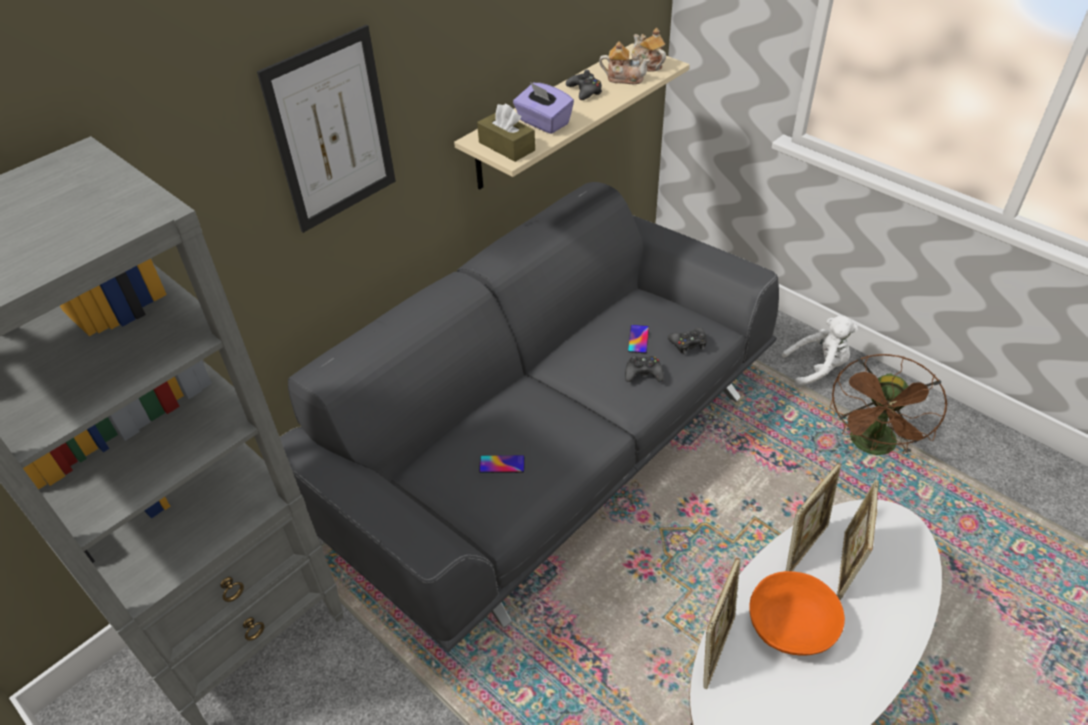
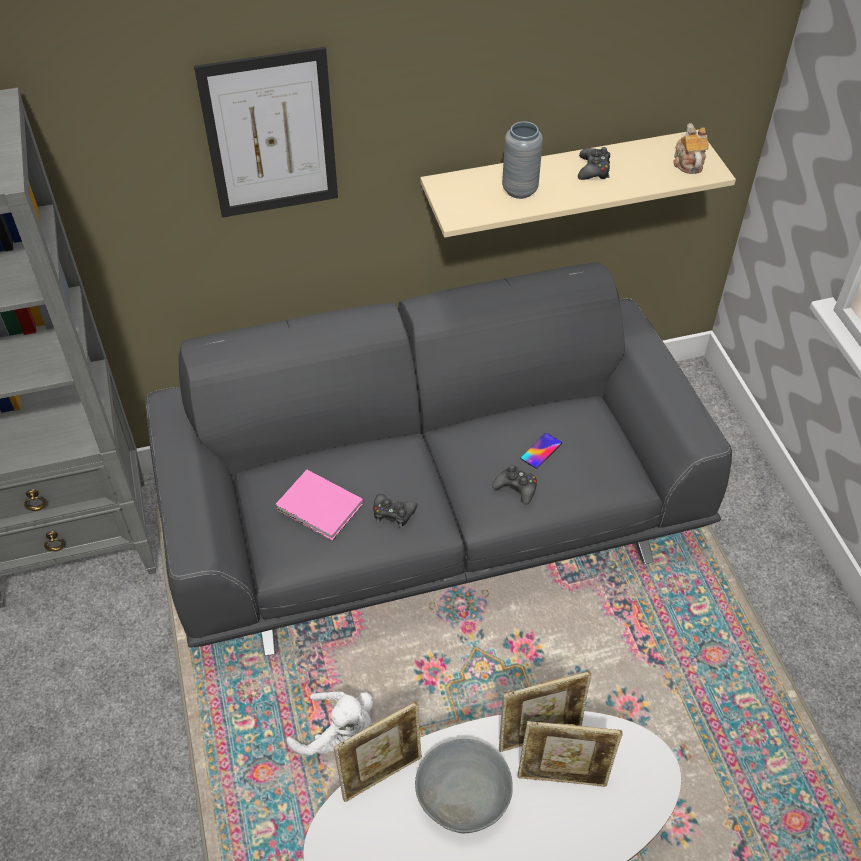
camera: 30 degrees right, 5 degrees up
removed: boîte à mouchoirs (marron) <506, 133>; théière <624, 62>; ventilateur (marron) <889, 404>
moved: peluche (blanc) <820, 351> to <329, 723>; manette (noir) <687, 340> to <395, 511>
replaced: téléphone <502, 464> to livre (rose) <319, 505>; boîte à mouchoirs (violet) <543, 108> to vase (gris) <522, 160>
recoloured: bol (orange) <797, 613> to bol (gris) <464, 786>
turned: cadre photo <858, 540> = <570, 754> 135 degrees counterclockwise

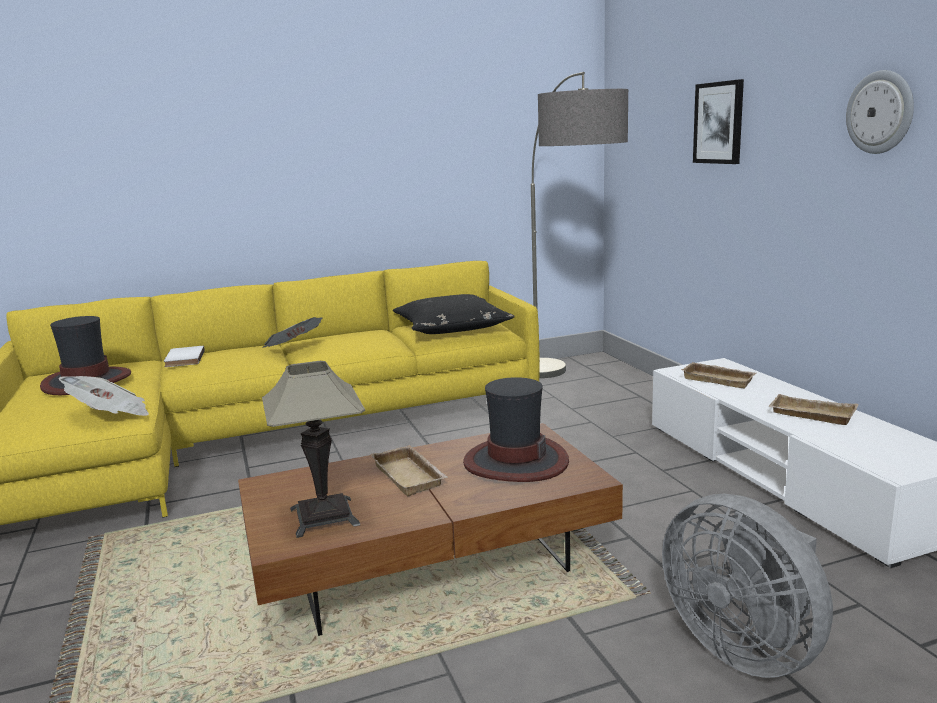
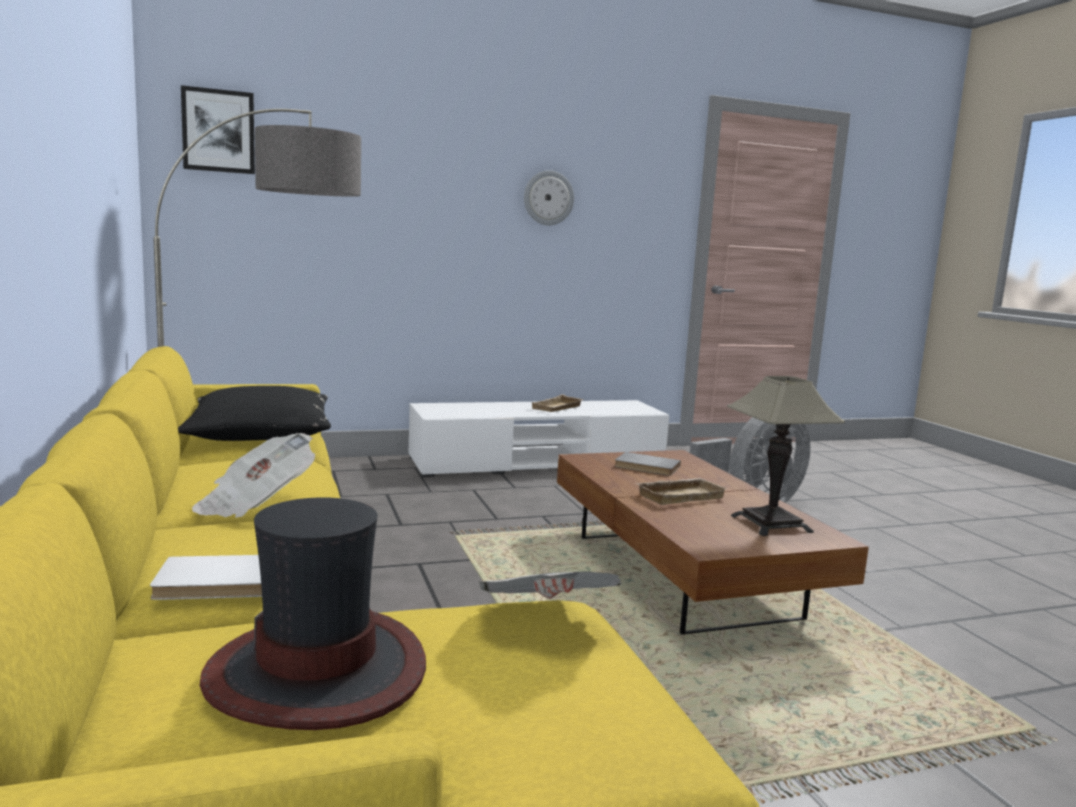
camera: 90 degrees left, 5 degrees down
removed: plateau (beige) <718, 375>
moved: tableau <718, 121> to <218, 129>
replaced: chapeau <516, 429> to livre (gris) <648, 464>

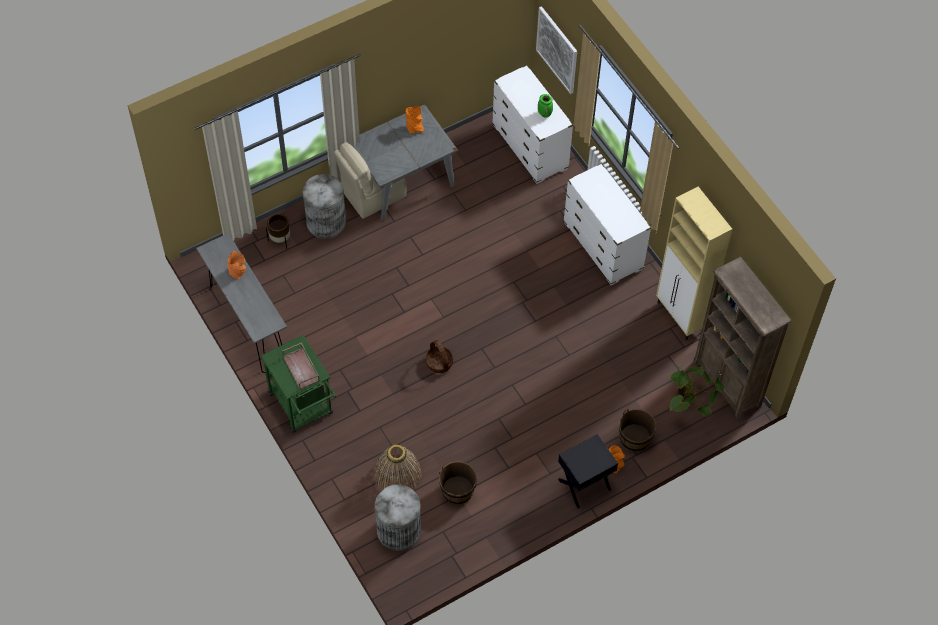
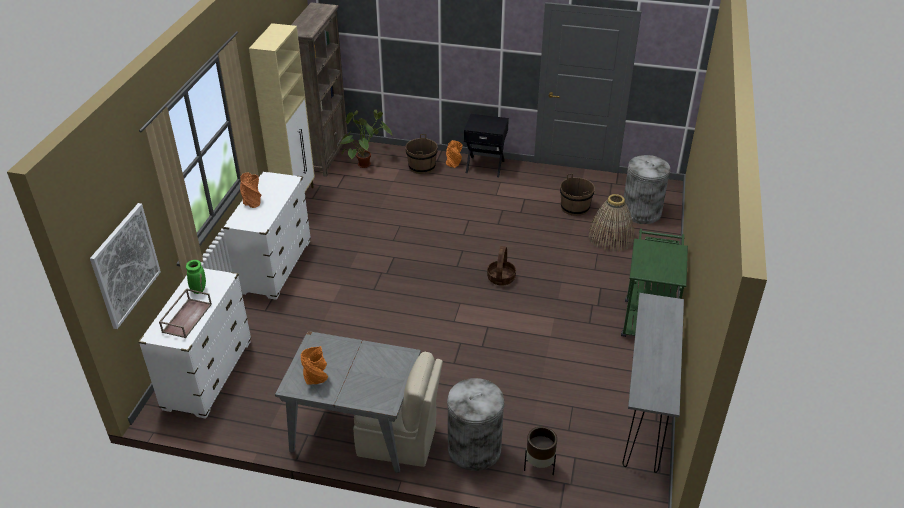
camera: 135 degrees left, 20 degrees down
moved: plateau (marron) <300, 365> to <185, 313>; vase (orange) <236, 265> to <250, 190>

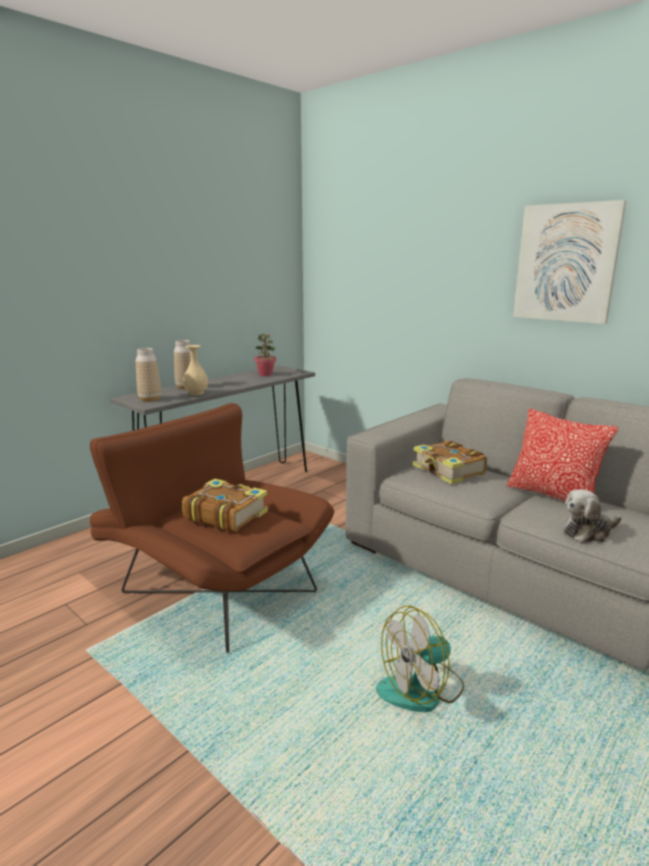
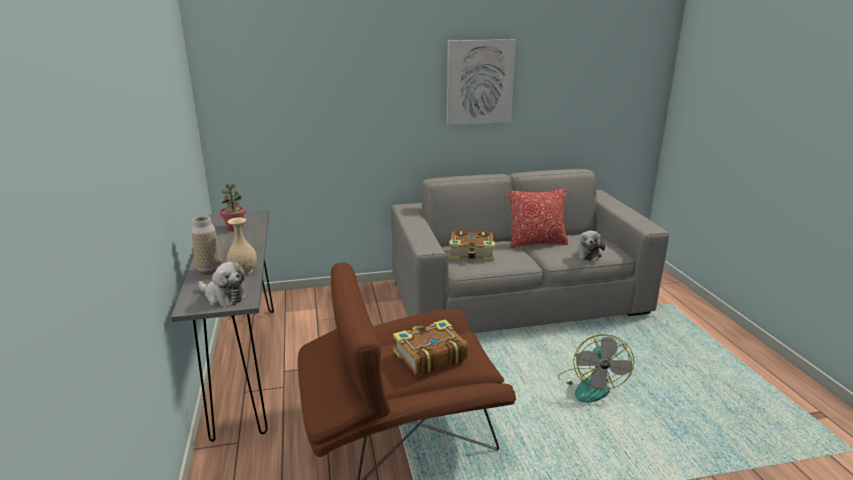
camera: 55 degrees left, 5 degrees up
replaced: vase <148, 375> to peluche <222, 284>

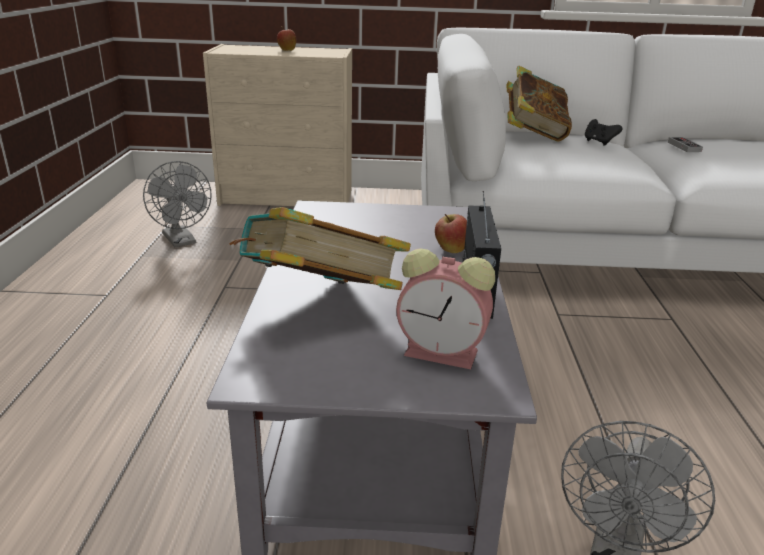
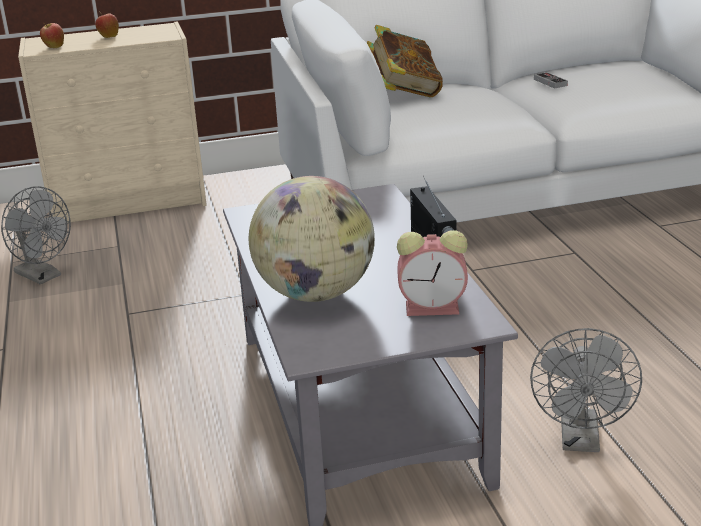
camera: 15 degrees left, 0 degrees up
removed: manette (noir) <604, 132>
moved: pomme <451, 233> to <52, 35>
replaced: livre <320, 248> to globe <312, 239>

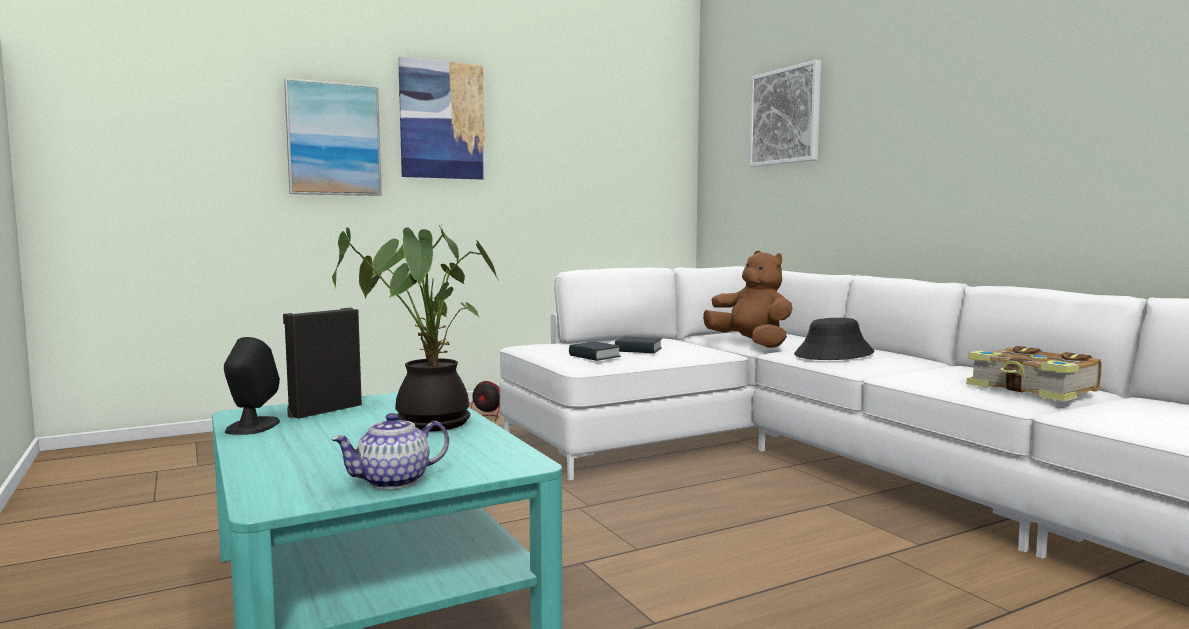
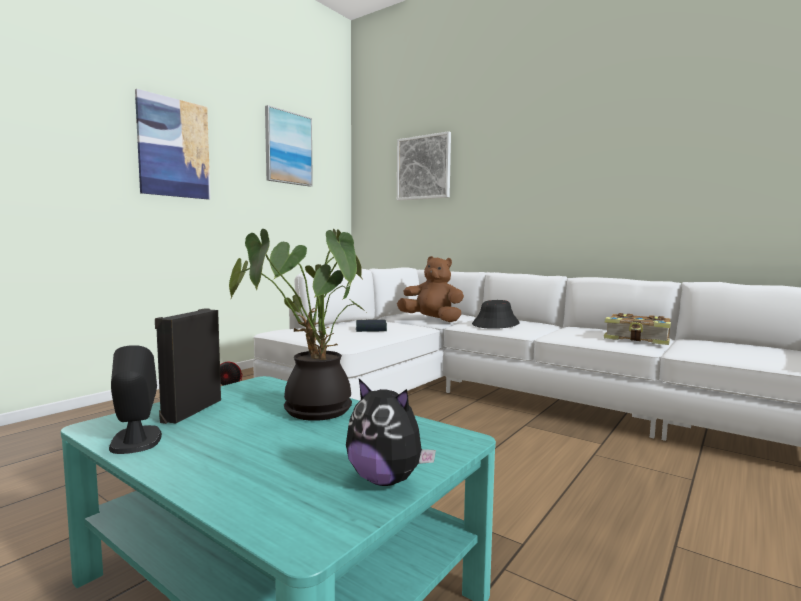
camera: 25 degrees left, 0 degrees up
removed: livre <595, 351>
moved: tableau <333, 137> to <289, 146>
replaced: théière <390, 451> to peluche <391, 432>

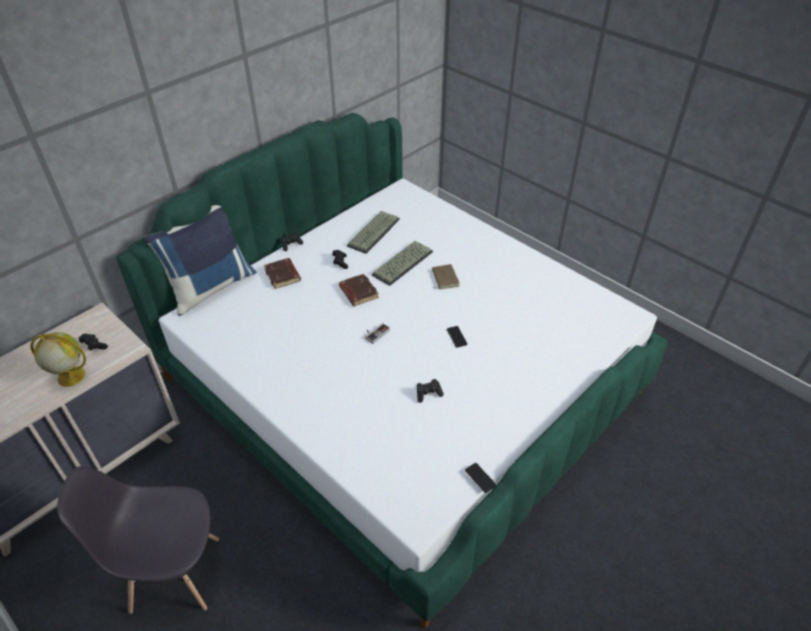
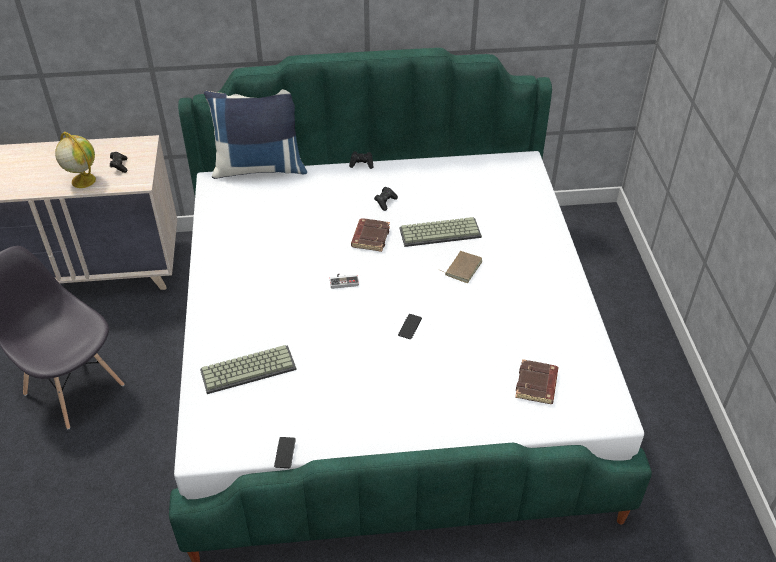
camera: 40 degrees right, 0 degrees up
removed: manette (noir) <430, 391>
moved: clavier <373, 232> to <248, 369>; livre (marron) <282, 273> to <537, 381>

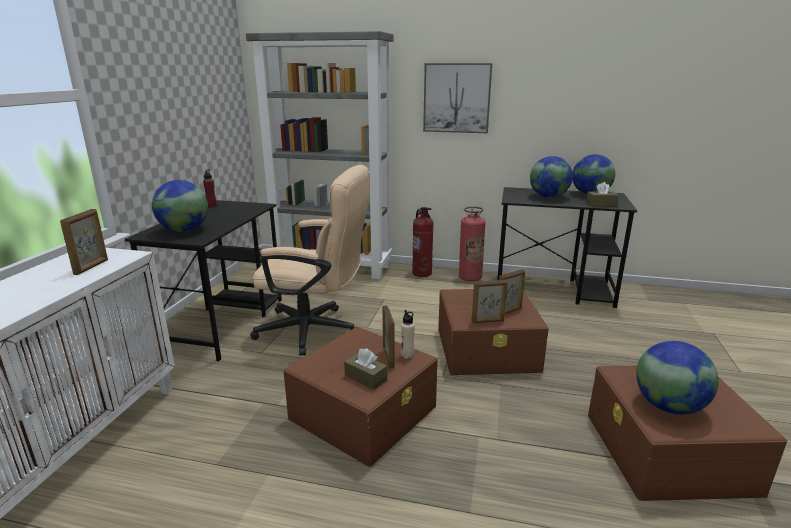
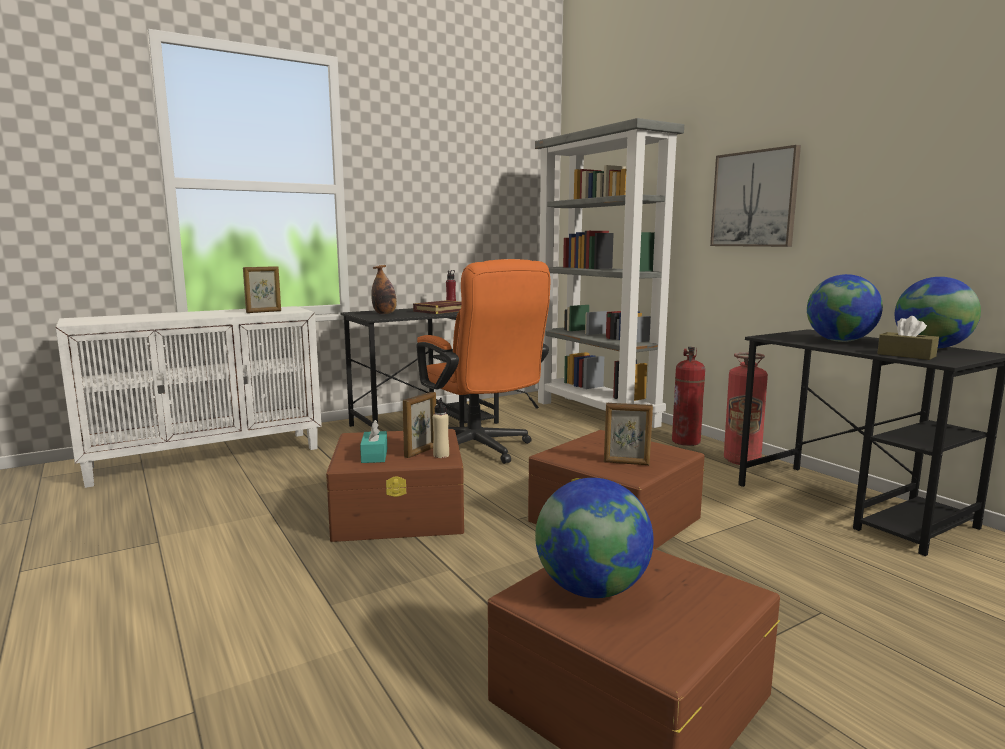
camera: 45 degrees right, 10 degrees down
removed: cadre photo <489, 301>
added: livre <437, 307>
replaced: globe <180, 206> to bouteille <384, 289>
recoloured: boîte à mouchoirs (marron) <365, 369> to boîte à mouchoirs (turquoise) <373, 441>; chaise de bureau (beige) <310, 260> to chaise de bureau (orange) <483, 361>

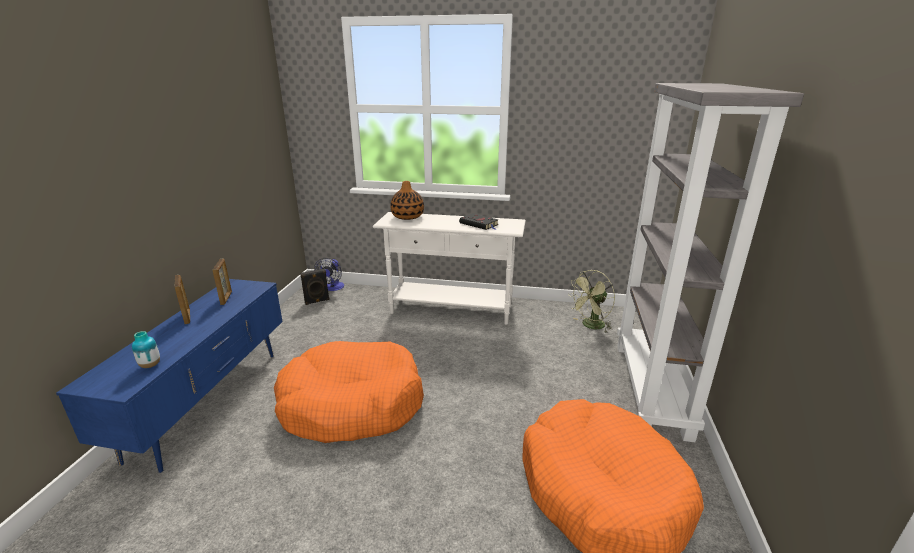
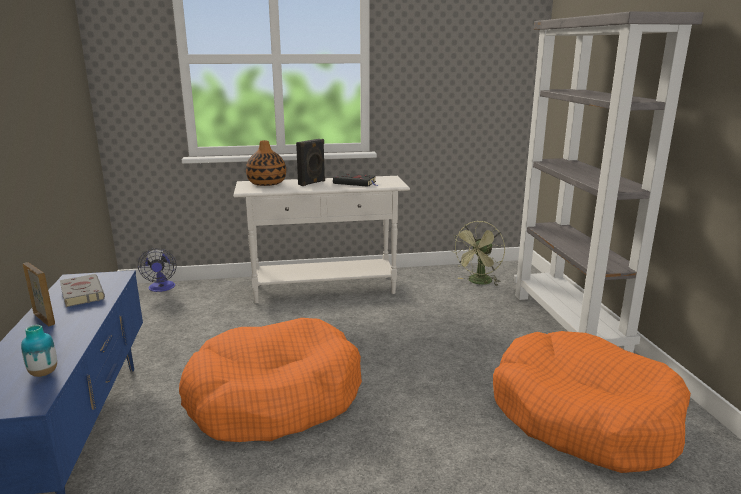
camera: 20 degrees left, 5 degrees down
moved: enceinte (noir) <315, 287> to <310, 162>
replaced: cadre photo <222, 282> to livre (gris) <82, 290>

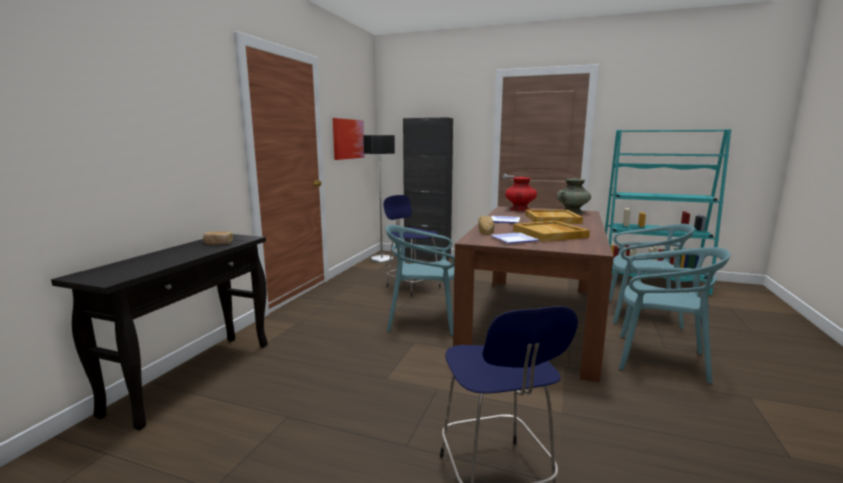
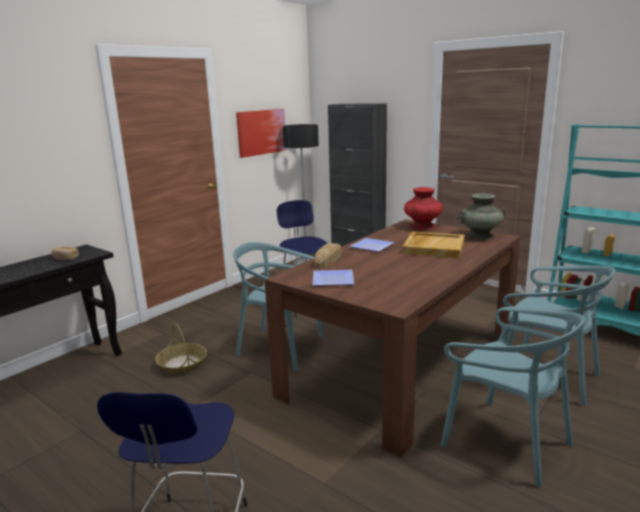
camera: 20 degrees right, 5 degrees up
removed: plateau (beige) <551, 231>
added: panier <181, 349>

